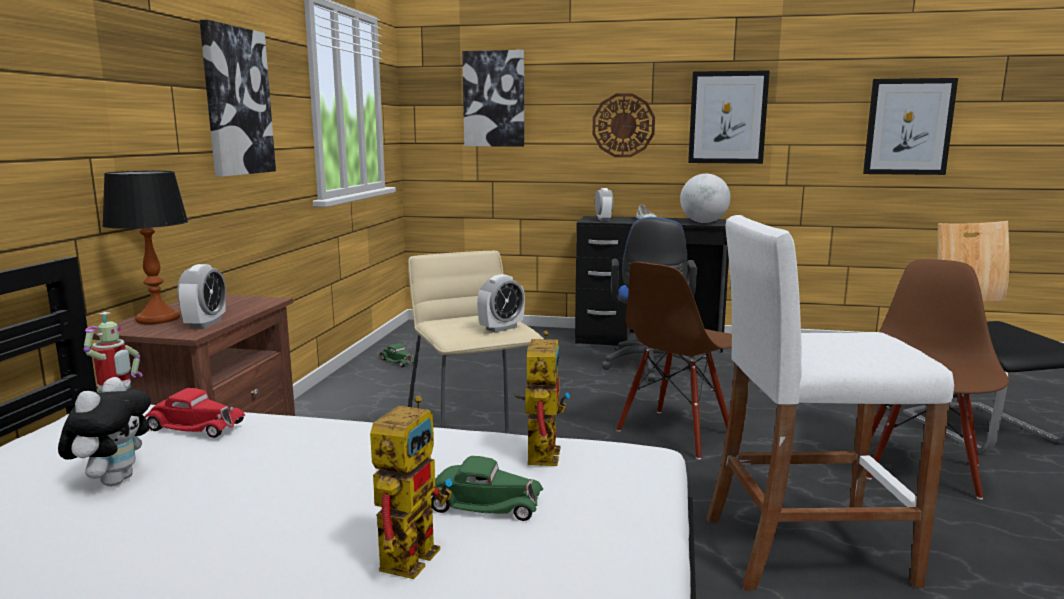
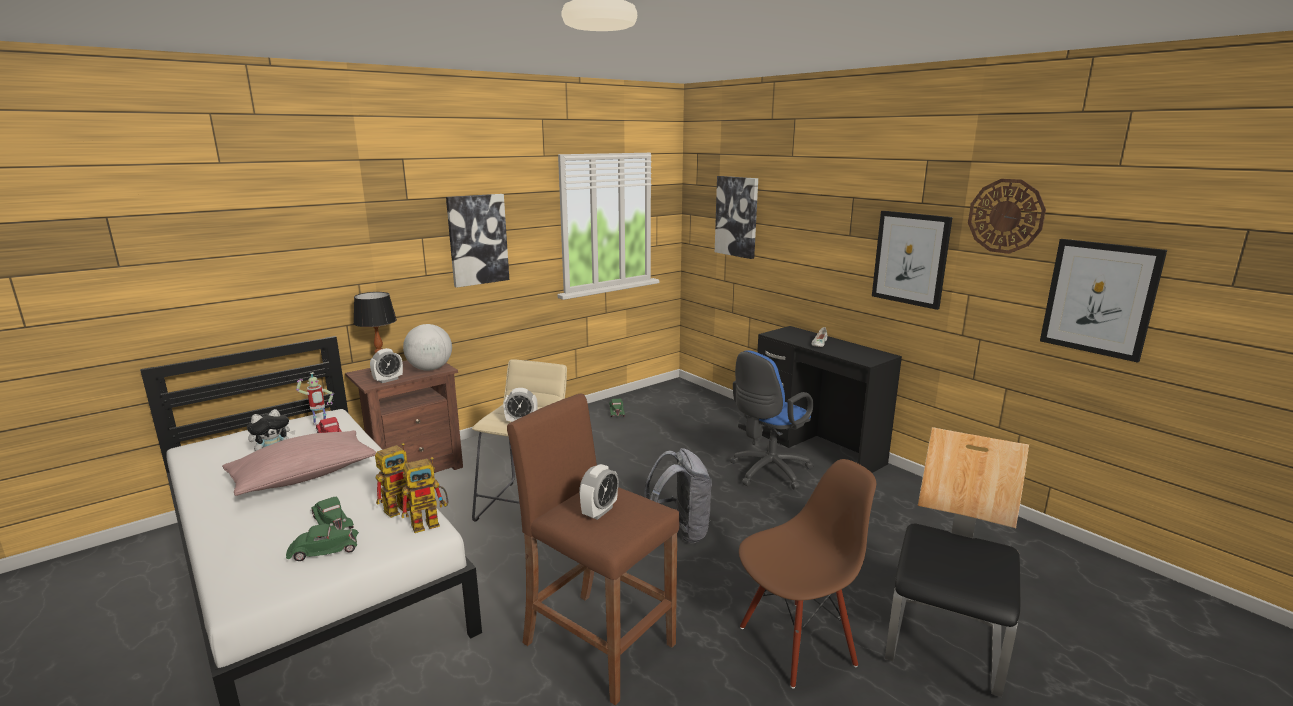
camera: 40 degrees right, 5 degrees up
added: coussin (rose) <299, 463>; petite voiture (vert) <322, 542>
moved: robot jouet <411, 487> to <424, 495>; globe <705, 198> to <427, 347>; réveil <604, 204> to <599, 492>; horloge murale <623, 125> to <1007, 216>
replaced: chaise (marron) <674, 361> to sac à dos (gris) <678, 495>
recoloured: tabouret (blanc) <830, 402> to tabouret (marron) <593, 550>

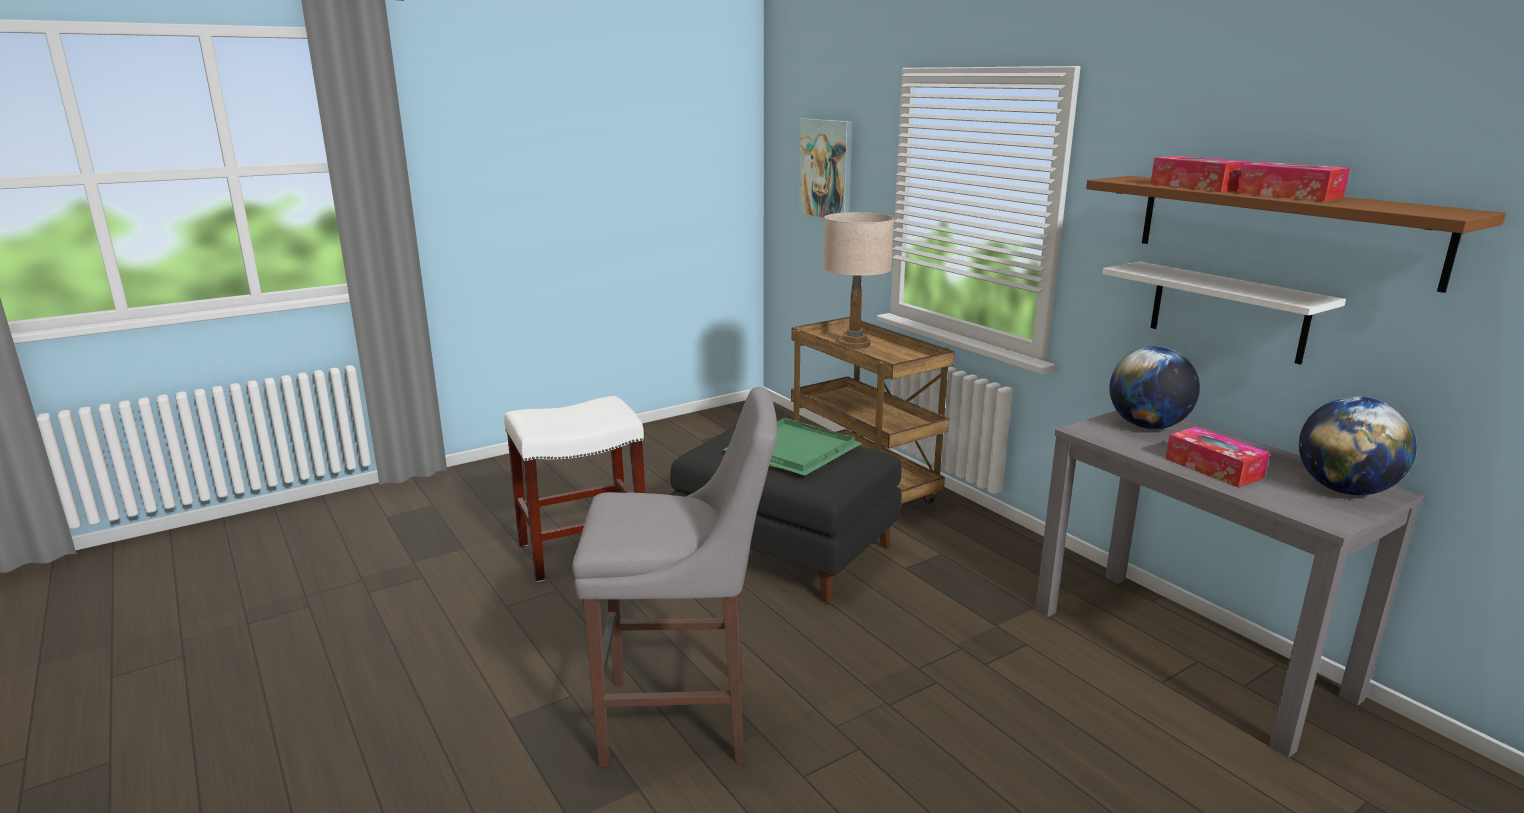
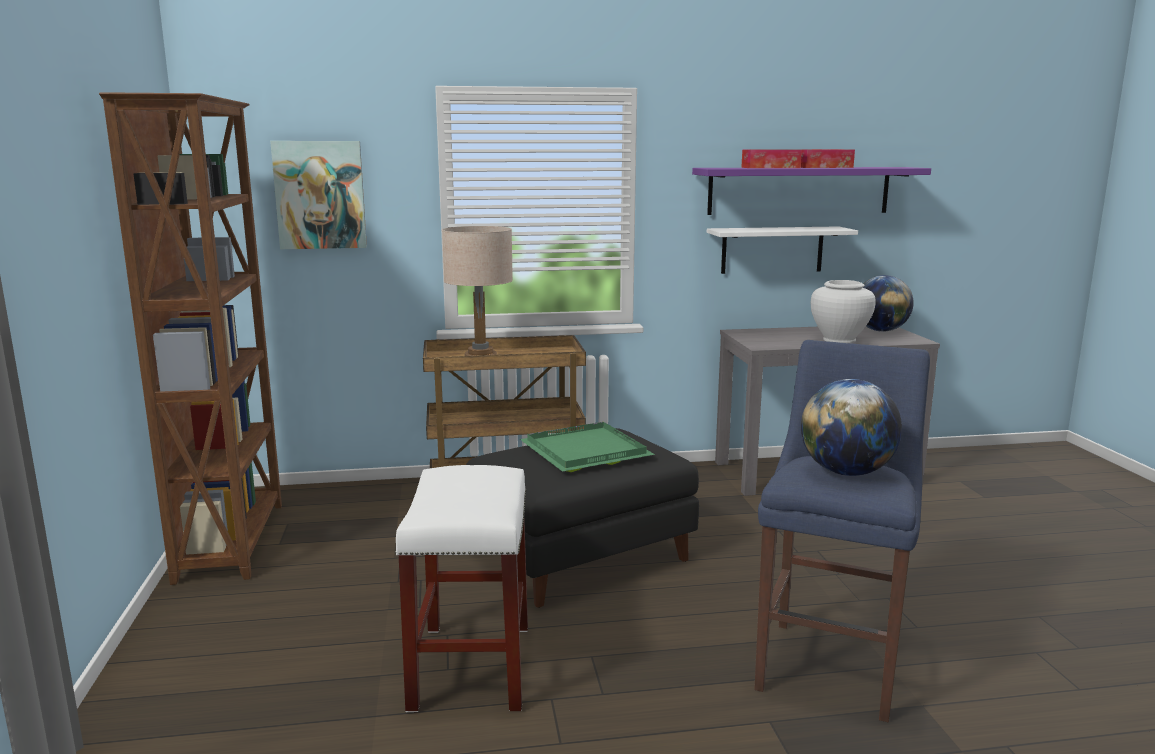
camera: 65 degrees left, 5 degrees down
added: bibliothèque (marron) <190, 338>
moved: globe <1155, 387> to <851, 427>
replaced: boîte à mouchoirs <1218, 457> to vase (blanc) <843, 311>
recoloured: étagère (marron) <1296, 234> to étagère (violet) <811, 191>; tabouret (gris) <674, 577> to tabouret (bleu) <842, 531>

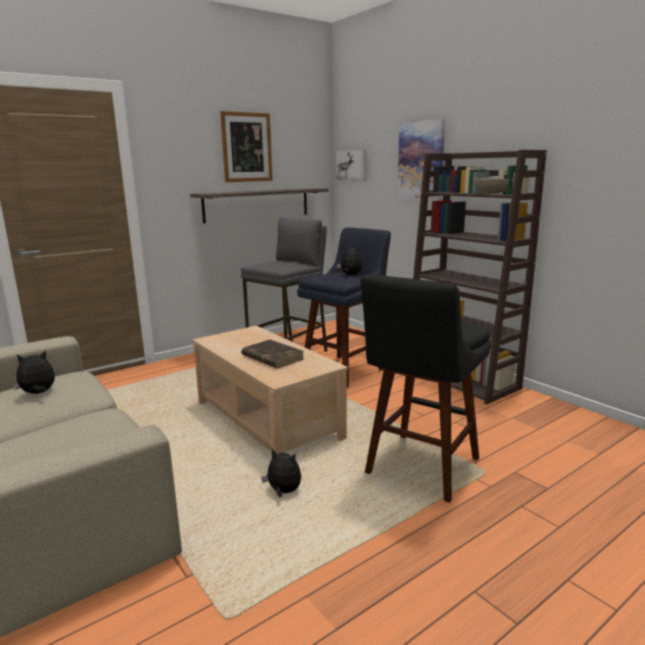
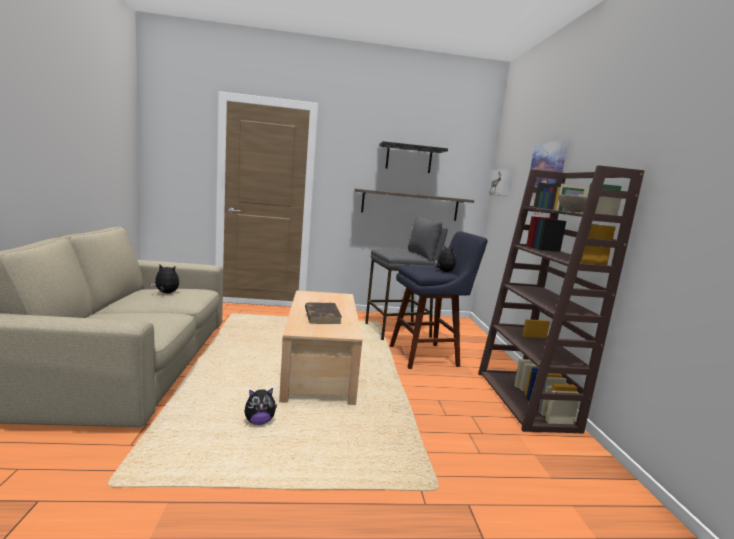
camera: 30 degrees right, 5 degrees down
removed: tabouret (noir) <425, 388>
replaced: tableau <246, 146> to étagère (noir) <413, 157>
turned: peluche <281, 472> = <260, 406> 105 degrees clockwise

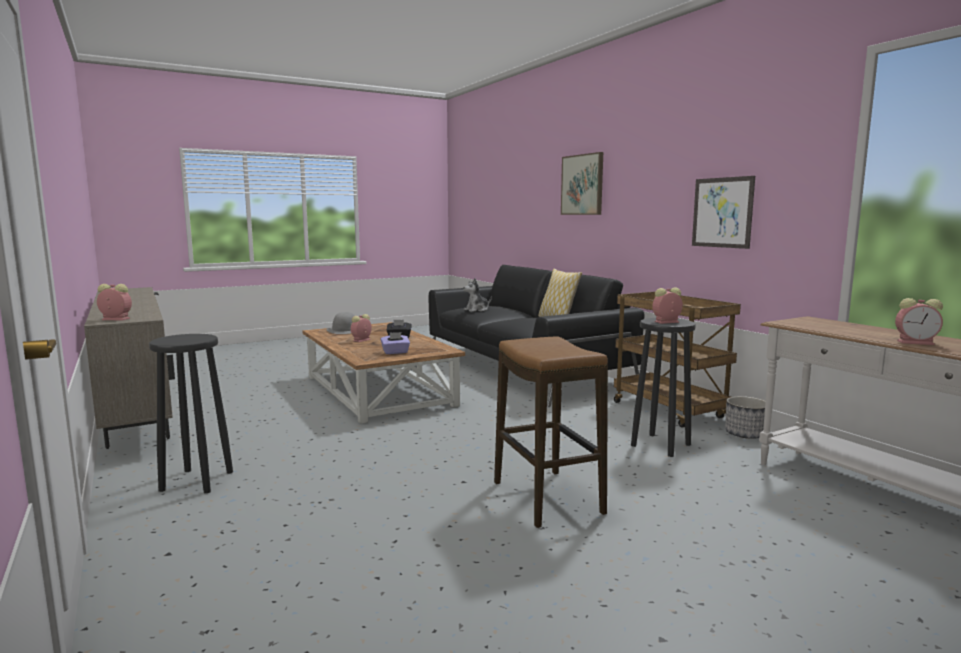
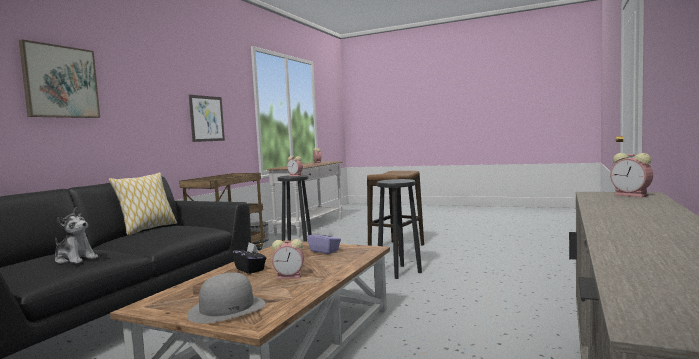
camera: 125 degrees left, 5 degrees down
moved: tabouret (noir) <191, 413> to <399, 229>

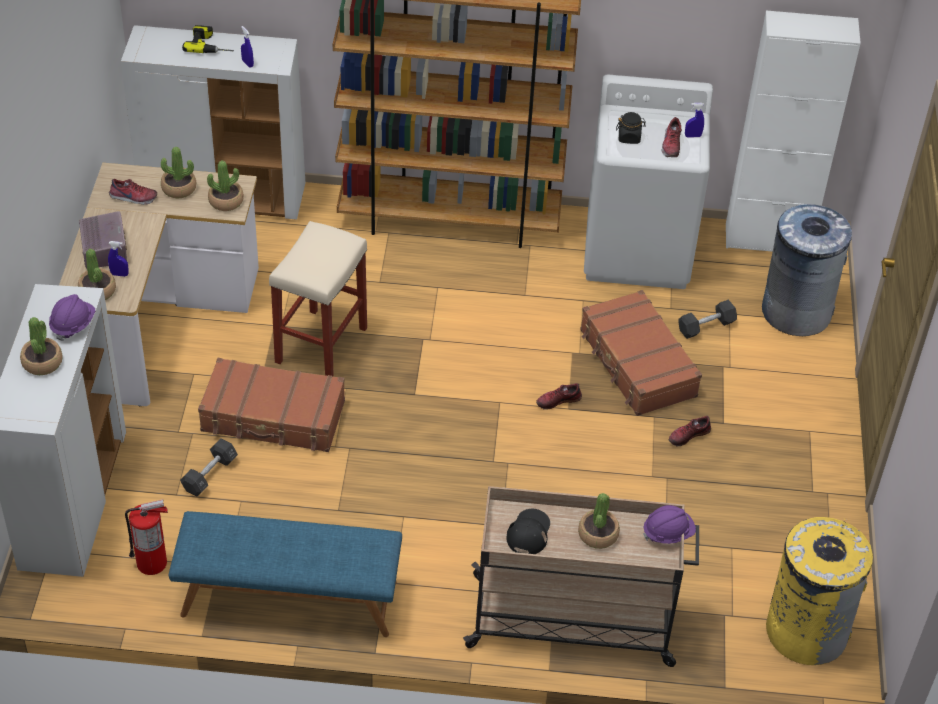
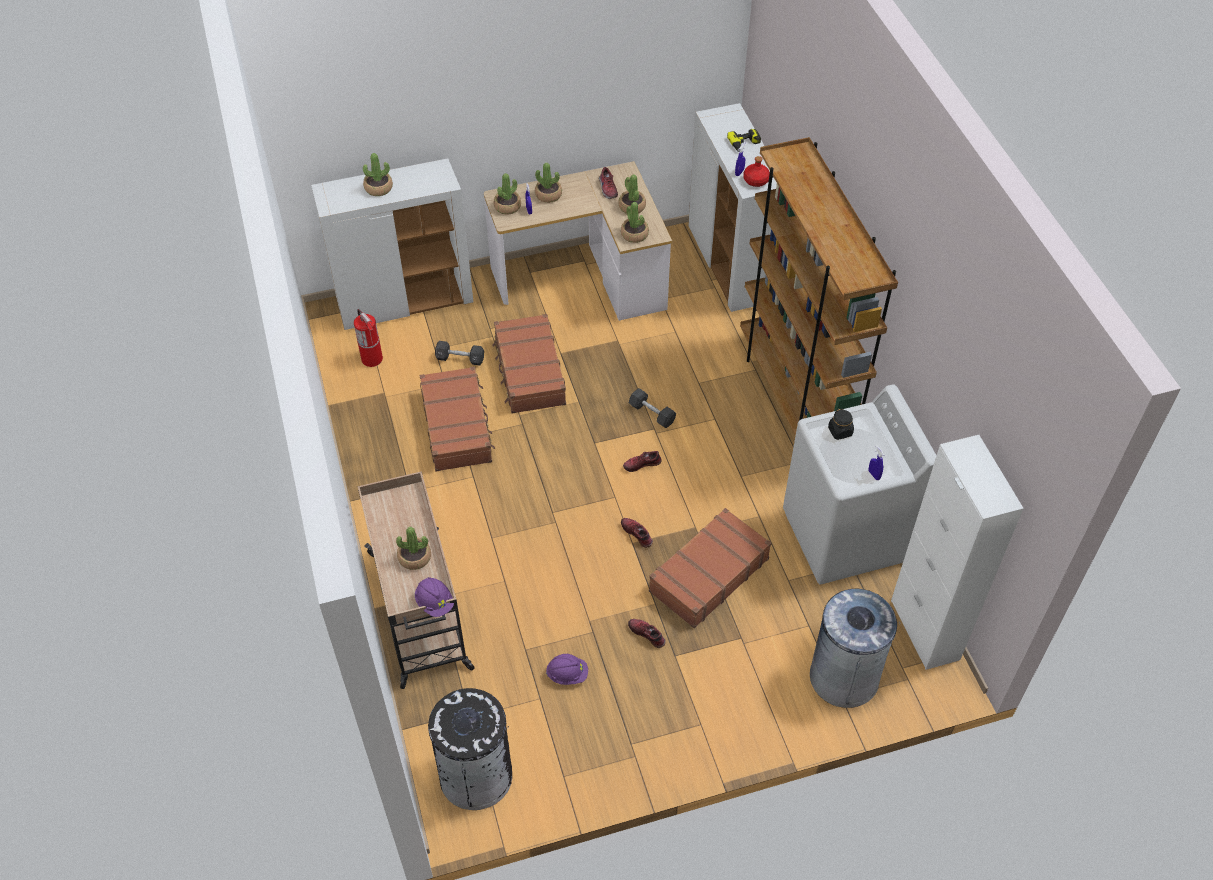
camera: 70 degrees right, 5 degrees up
removed: banc (bleu) <285, 574>; tabouret (beige) <318, 299>; casquette (noir) <528, 531>
added: valise (marron) <457, 419>; bouteille (rouge) <756, 171>
moved: casque de chantier (violet) <72, 317> to <567, 669>; chaussure <672, 137> to <642, 461>; haltère (noir) <707, 319> to <652, 408>
replaced: radio <103, 240> to plante en pot <548, 182>
recoloured: poubelle (jaune) <819, 591> to poubelle (noir) <470, 749>

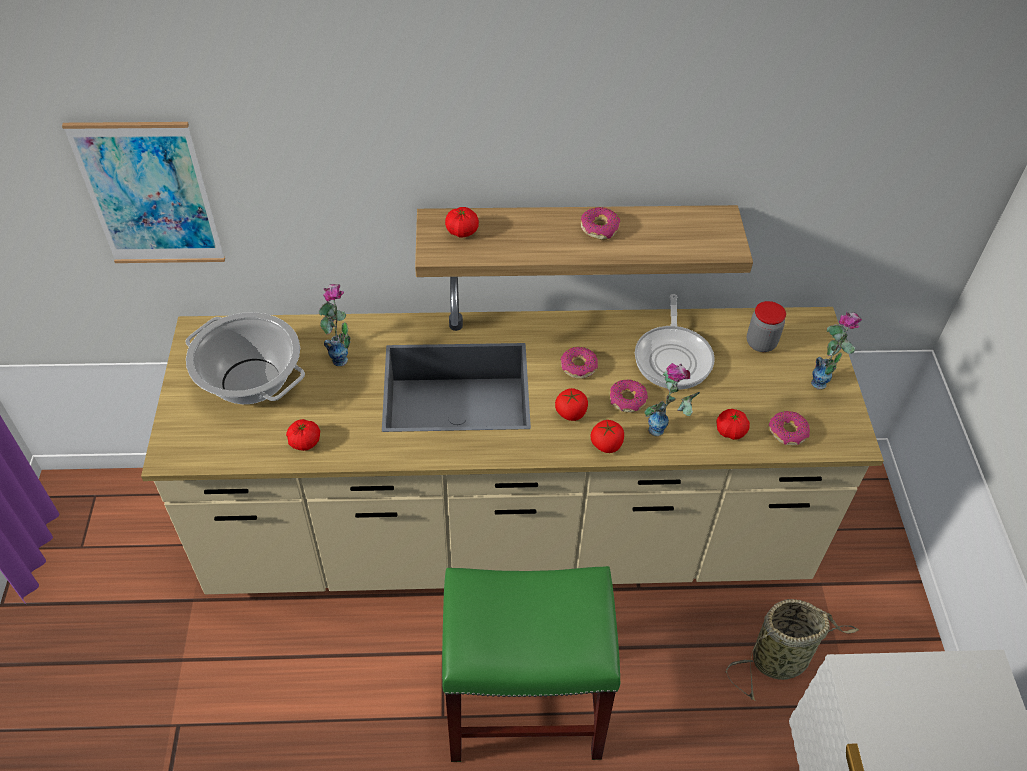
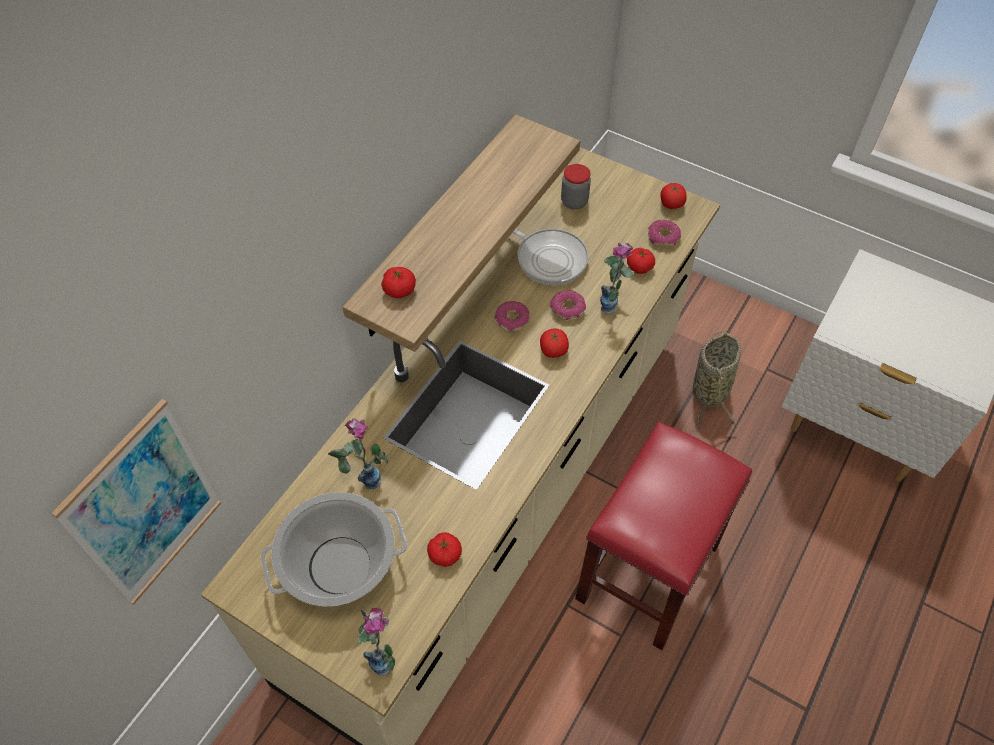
camera: 55 degrees left, 5 degrees up
removed: beignet <600, 223>
moved: vase <836, 351> to <376, 641>; tomate <607, 436> to <673, 196>
recoloured: tabouret (vert) <531, 664> to tabouret (rouge) <663, 535>

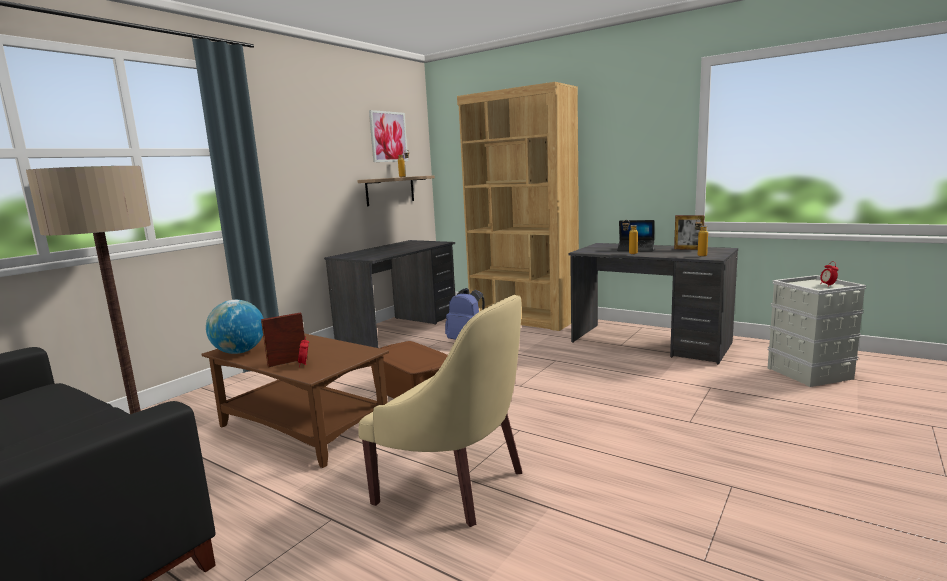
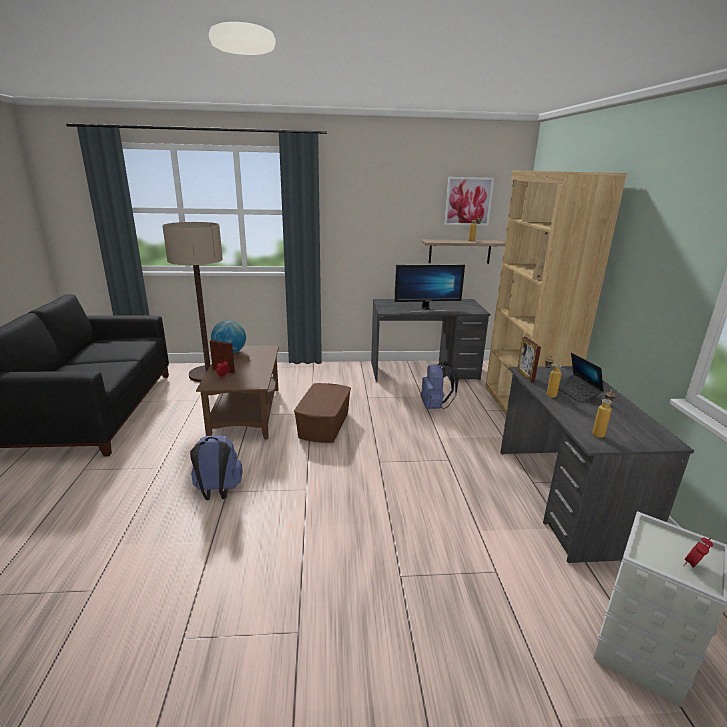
camera: 50 degrees right, 10 degrees up
added: écran d'ordinateur <429, 288>
moved: cadre photo <689, 232> to <529, 360>
replaced: fauteuil (beige) <440, 411> to sac à dos (bleu) <216, 467>

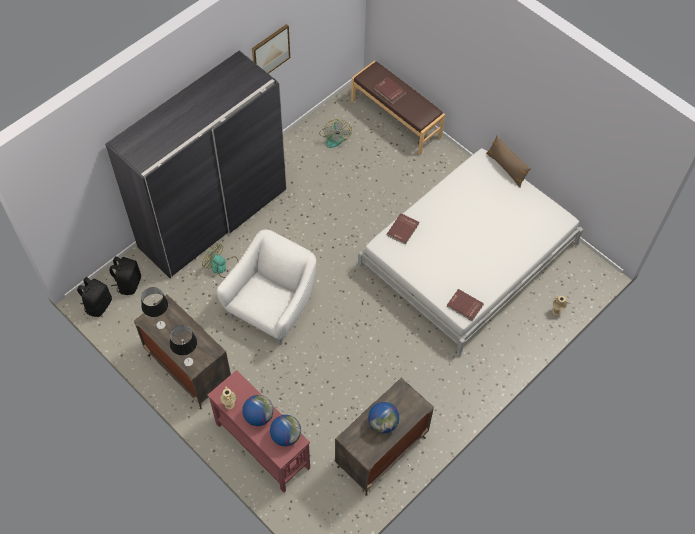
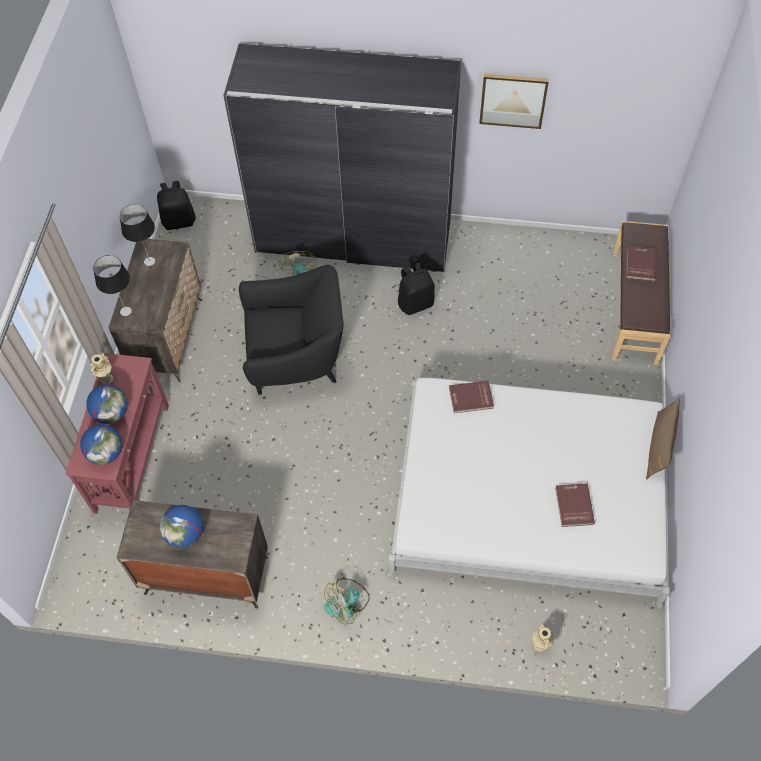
camera: 55 degrees right, 0 degrees up
moved: ventilateur <335, 133> to <347, 601>; sac à dos (noir) <125, 275> to <416, 288>; livre (rouge) <465, 305> to <575, 505>
recoloured: fauteuil (blanc) <266, 287> to fauteuil (noir) <291, 330>

